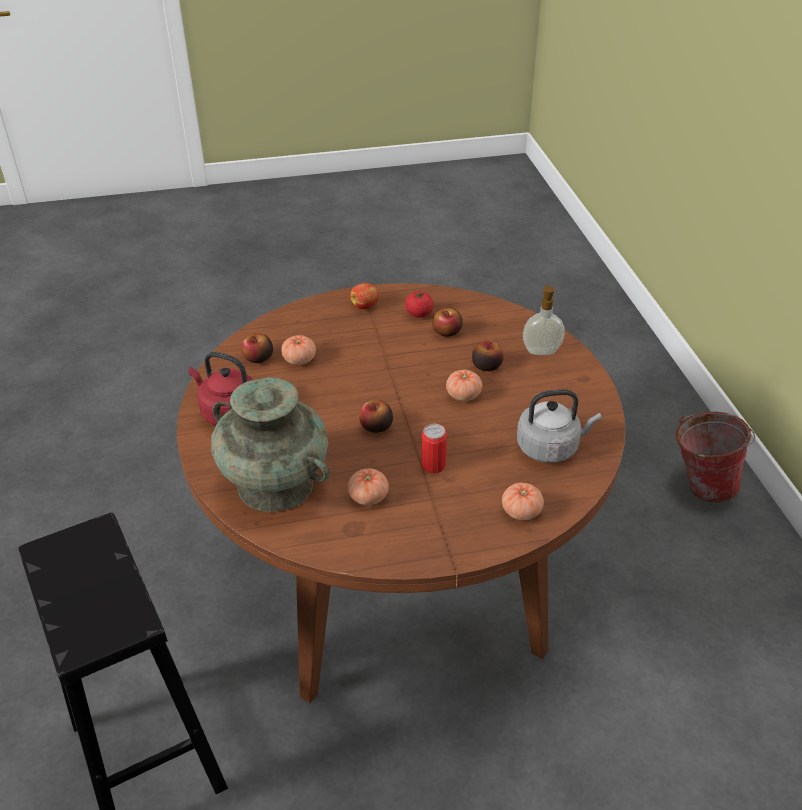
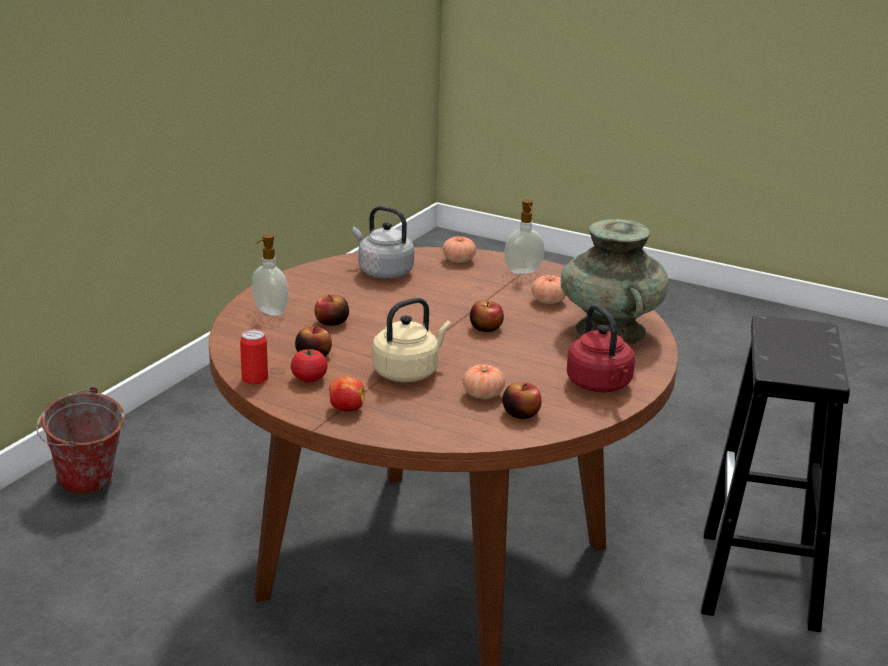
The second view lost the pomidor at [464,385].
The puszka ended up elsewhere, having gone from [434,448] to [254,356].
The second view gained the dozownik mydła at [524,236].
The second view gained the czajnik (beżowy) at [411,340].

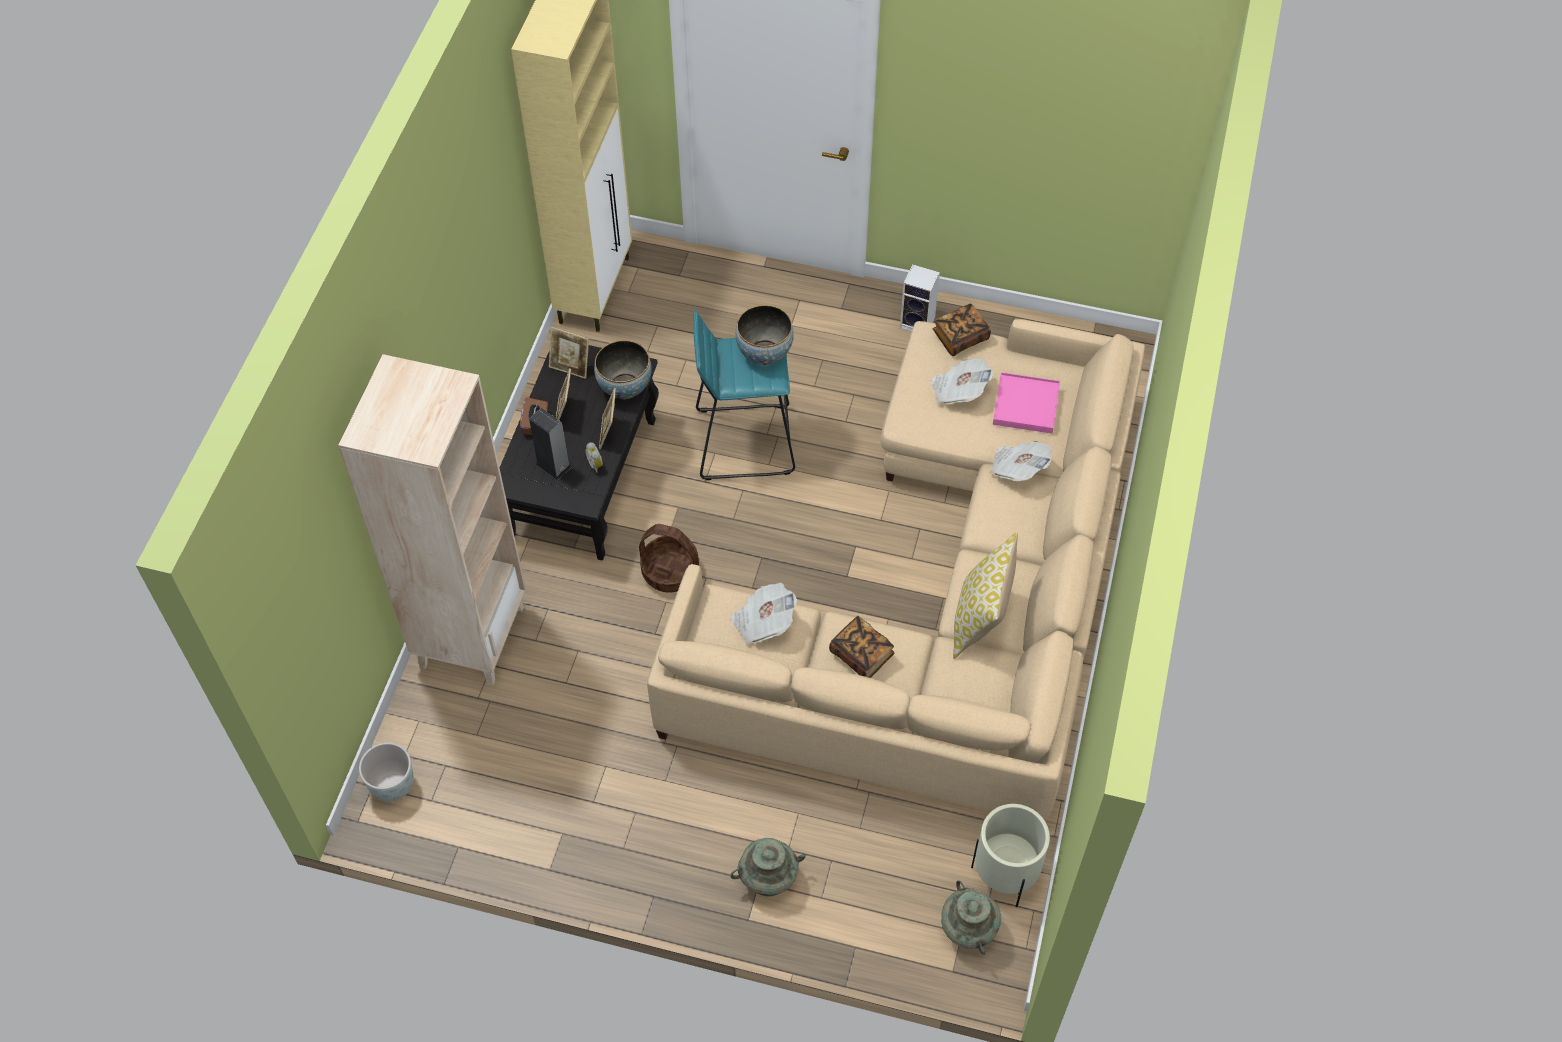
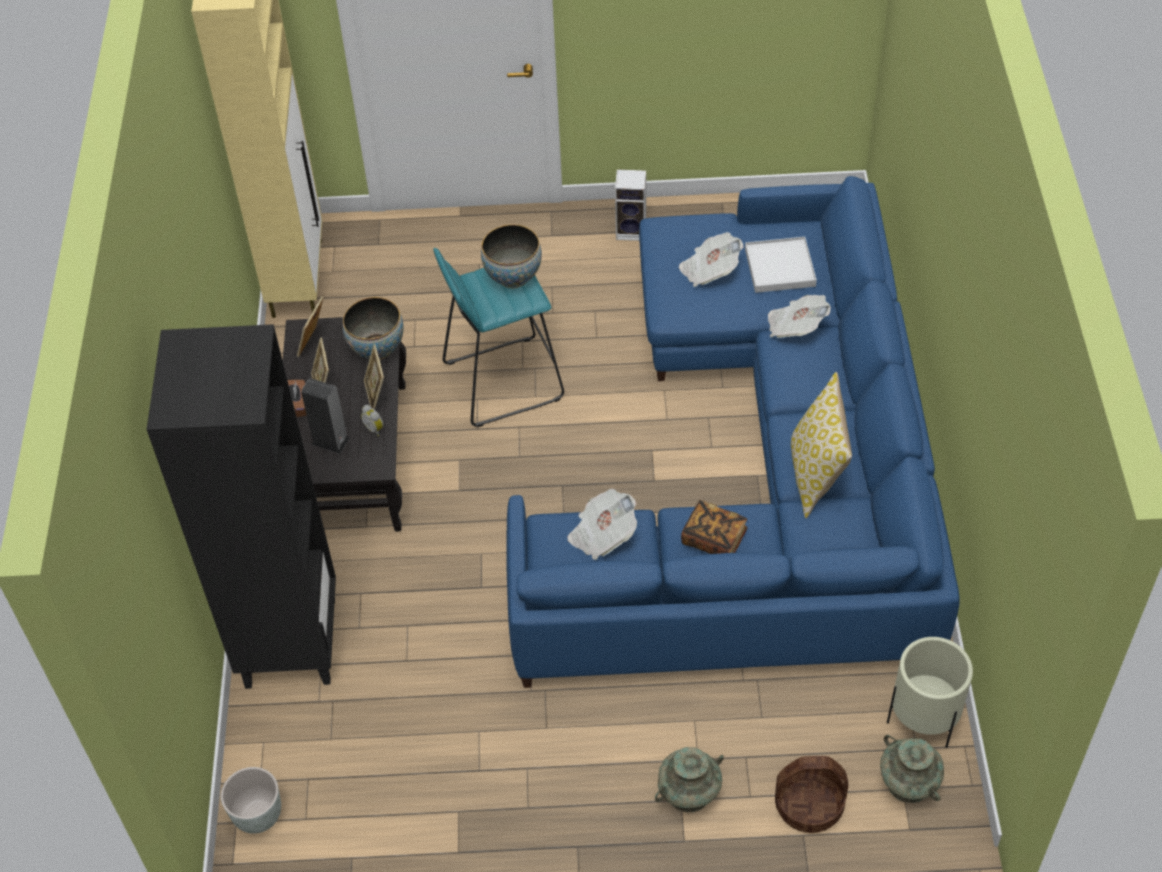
The second view lost the książka at [962,330].
What was the kanapa (beżowy) at [896,570] turned into the kanapa (niebieski) at [733,432].
The ramka na zdjęcie at [569,353] ended up facing another way, 105 degrees clockwise from before.
What was the regał (beżowy) at [432,519] turned into the regał (czarny) at [241,506].
What was the taca (różowy) at [1026,403] turned into the taca (biały) at [781,265].
The koszyk ended up elsewhere, having gone from [669,558] to [811,794].

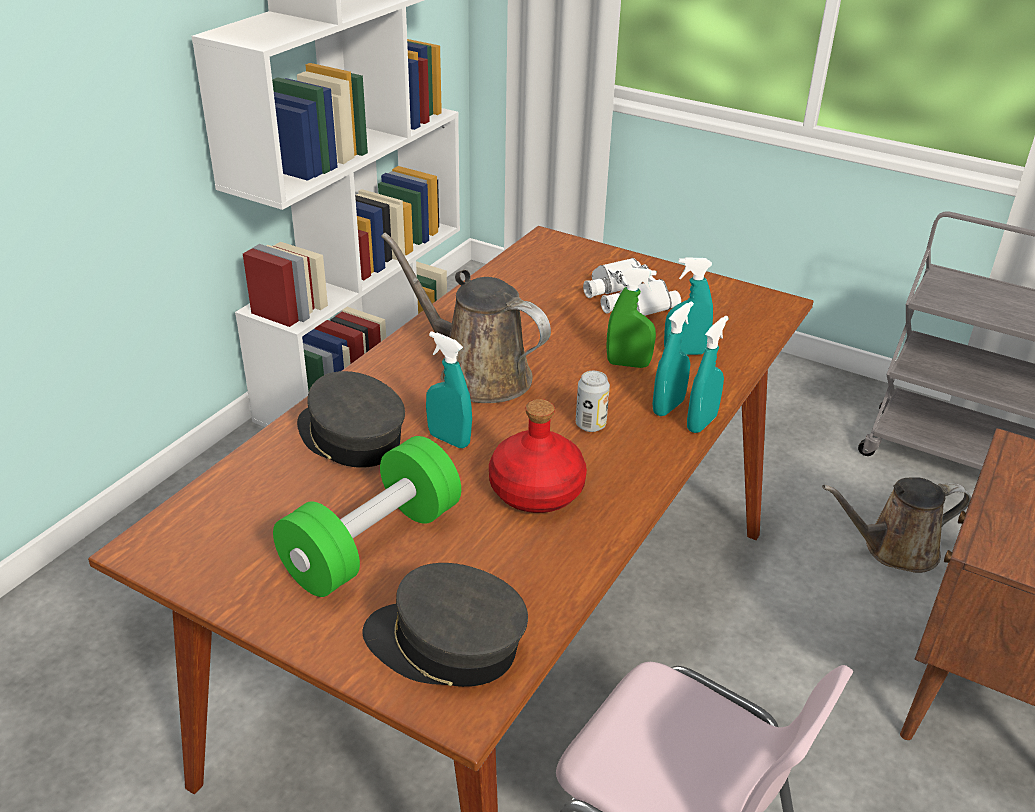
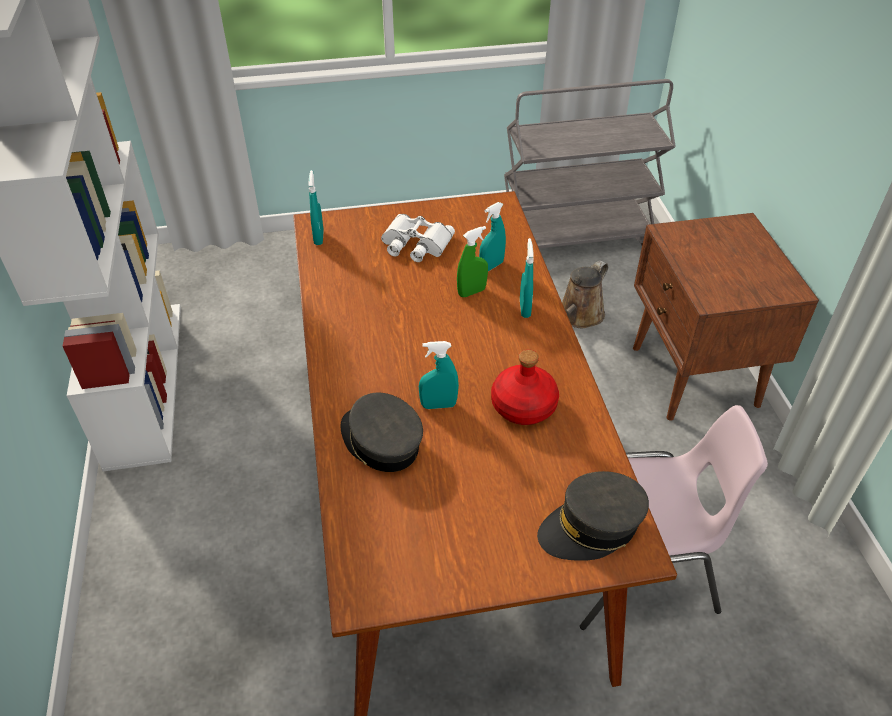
The second view lost the konewka (brązowy) at [466,318].
The spryskiwacz (turkusowy) ended up elsewhere, having gone from [708,374] to [316,207].
The czapka z daszkiem (szary) at [351,419] ended up facing another way, 45 degrees clockwise from before.
The second view lost the puszka at [593,401].
The second view lost the hantel (zielony) at [367,516].

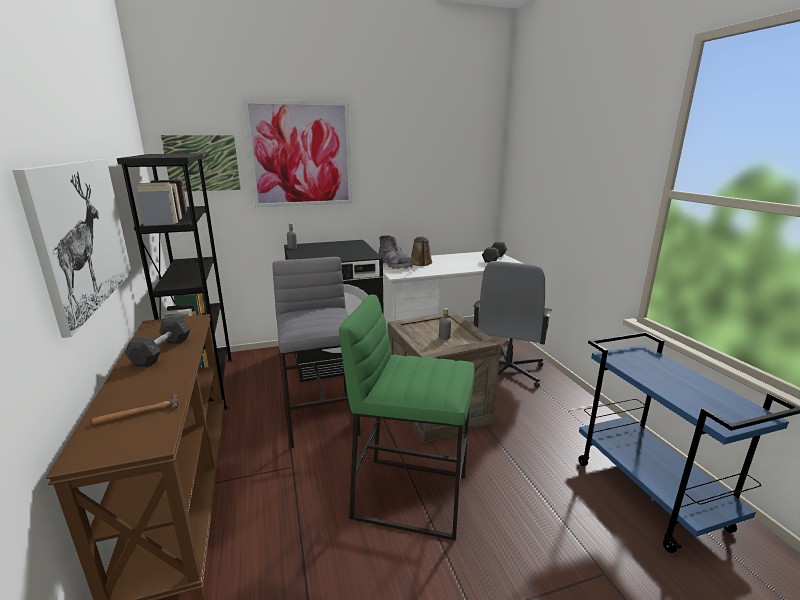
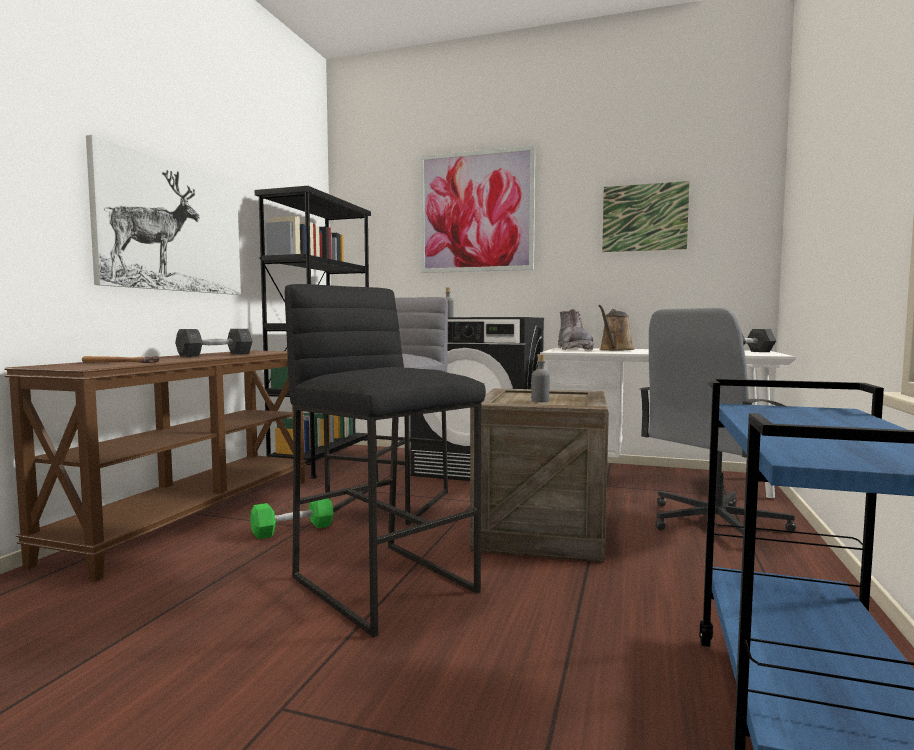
The obraz ended up elsewhere, having gone from [201,163] to [645,216].
What was the stołek (zielony) at [407,418] turned into the stołek (czarny) at [385,461].
The second view gained the hantel (zielony) at [292,518].

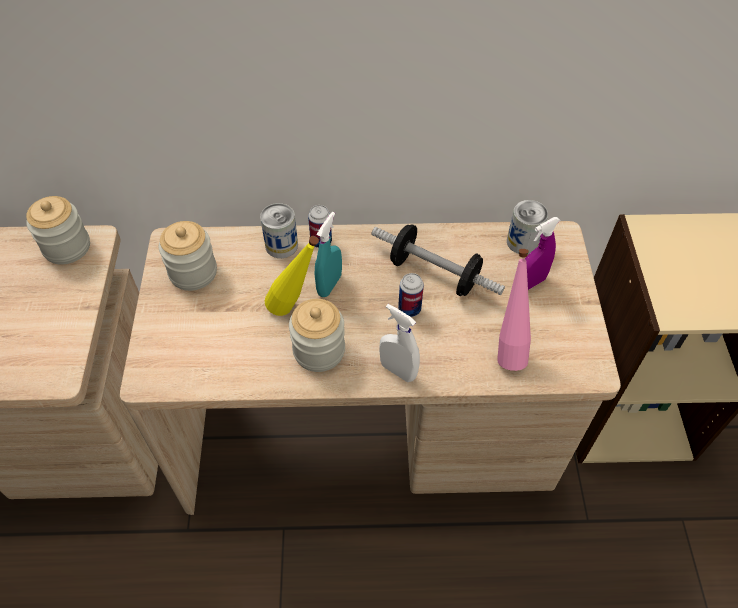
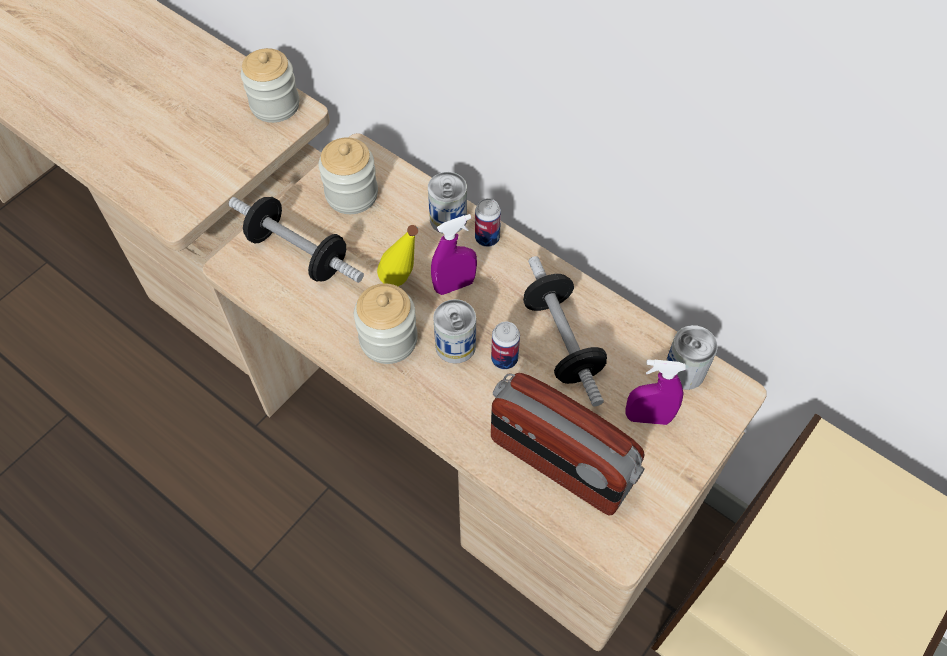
What was the spryskiwacz (turkusowy) at [328,254] turned into the spryskiwacz (fioletowy) at [454,254].
Where the butelka (różowy) stood at [514,310], the radio came to stand at [568,444].
The second view lost the spryskiwacz (biały) at [399,343].
The second view gained the hantel at [296,240].
The second view gained the puszka at [454,331].

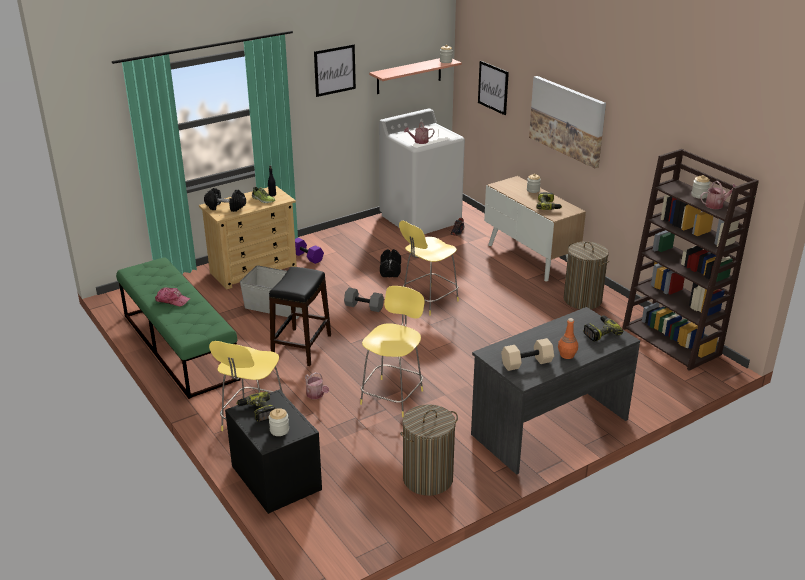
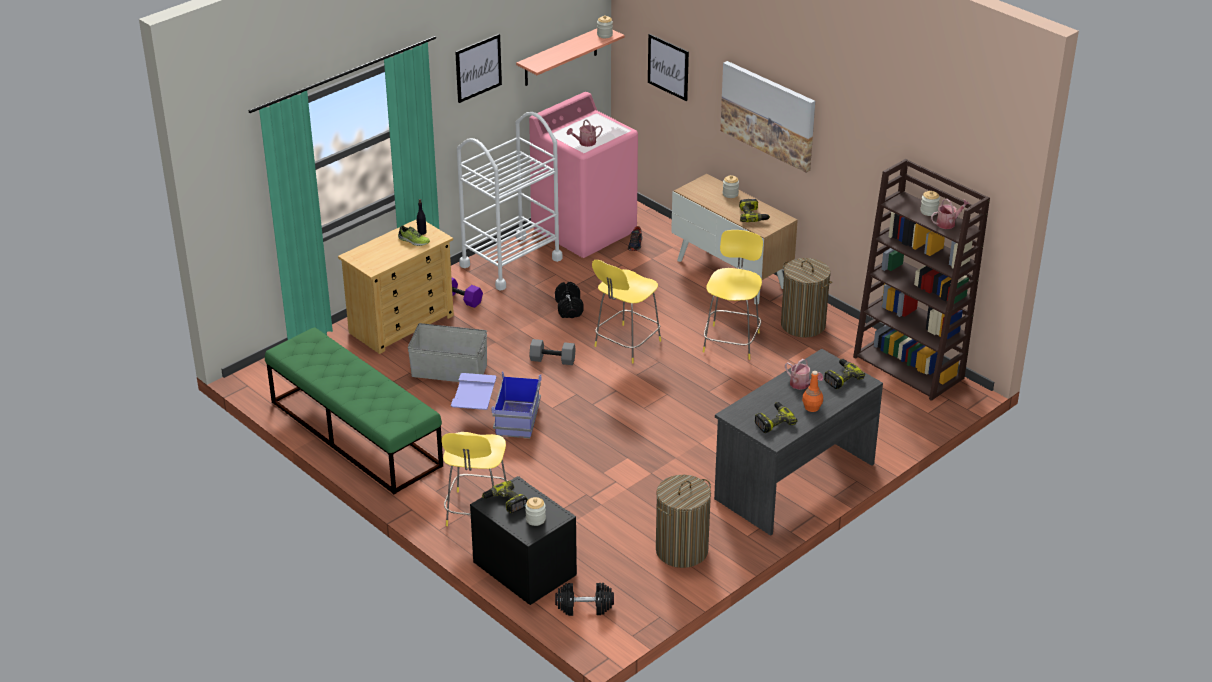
What was the pralka (biały) at [422,171] turned into the pralka (różowy) at [583,175].
The hantel (czarny) ended up elsewhere, having gone from [225,200] to [584,599].
Where the stołek (czarny) stood at [300,316], the pojemnik do przechowywania (niebieski) came to stand at [496,405].
The stołek (żółty) ended up elsewhere, having gone from [392,351] to [733,295].
The second view lost the czapka z daszkiem at [173,297].
Where the hantel (beżowy) stood at [527,354], the wiertarka came to stand at [776,417].
The konewka ended up elsewhere, having gone from [317,385] to [804,374].
The second view gained the wózek (biały) at [510,201].

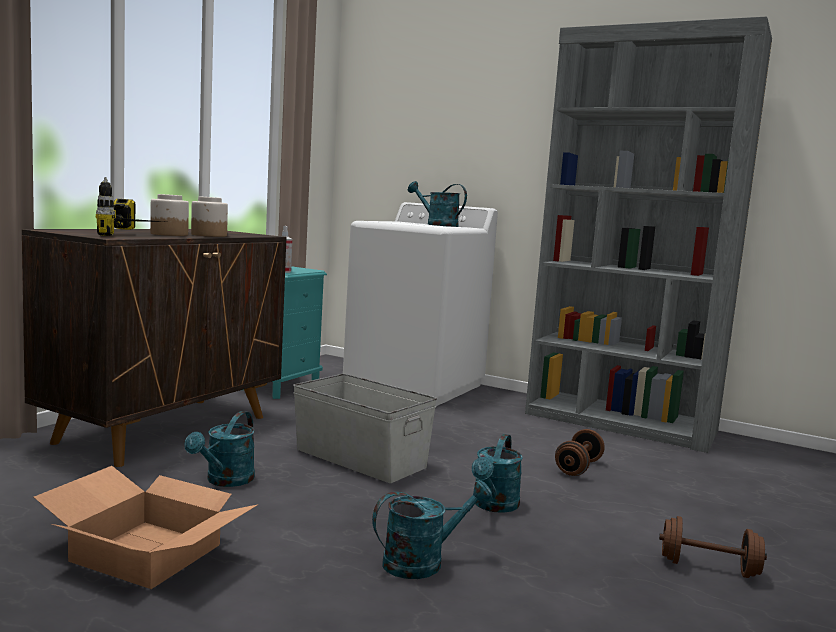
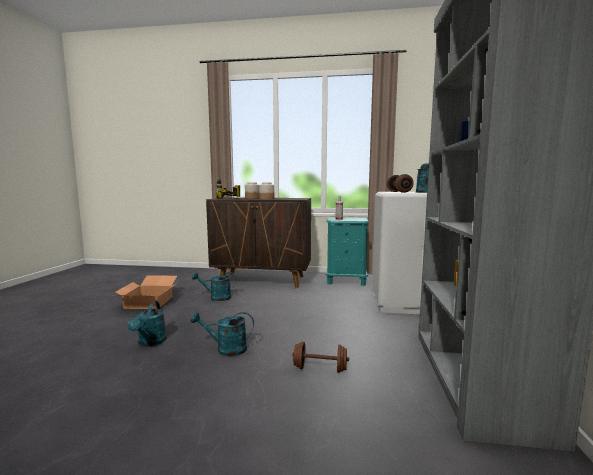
The second view lost the pojemnik do przechowywania (szary) at [365,428].
The konewka (turkusowy) at [432,529] ended up facing another way, 45 degrees clockwise from before.
The hantel (brązowy) ended up elsewhere, having gone from [713,547] to [400,183].

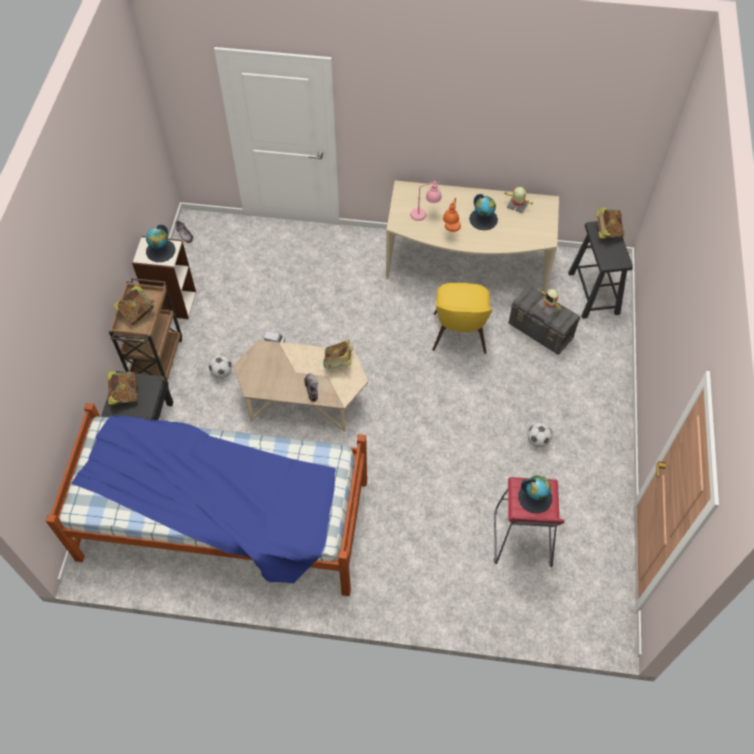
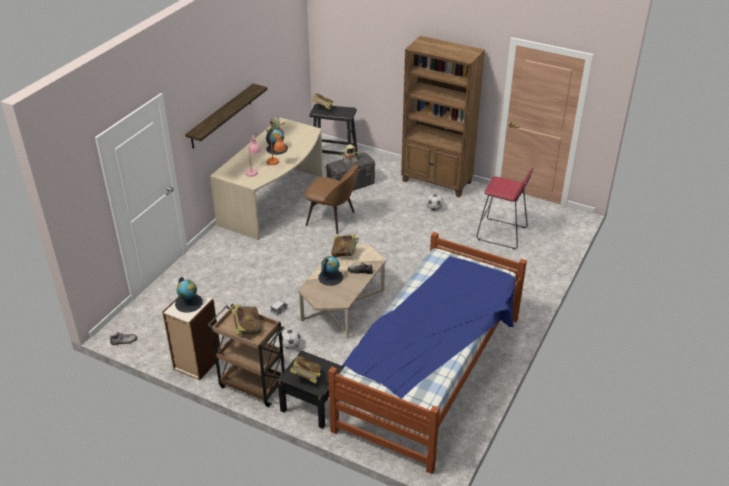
What was the krzesło (żółty) at [462,318] turned into the krzesło (brązowy) at [331,199].
The globus ended up elsewhere, having gone from [535,494] to [330,271].
The second view gained the regał (brązowy) at [443,116].
The second view gained the półka at [226,116].

